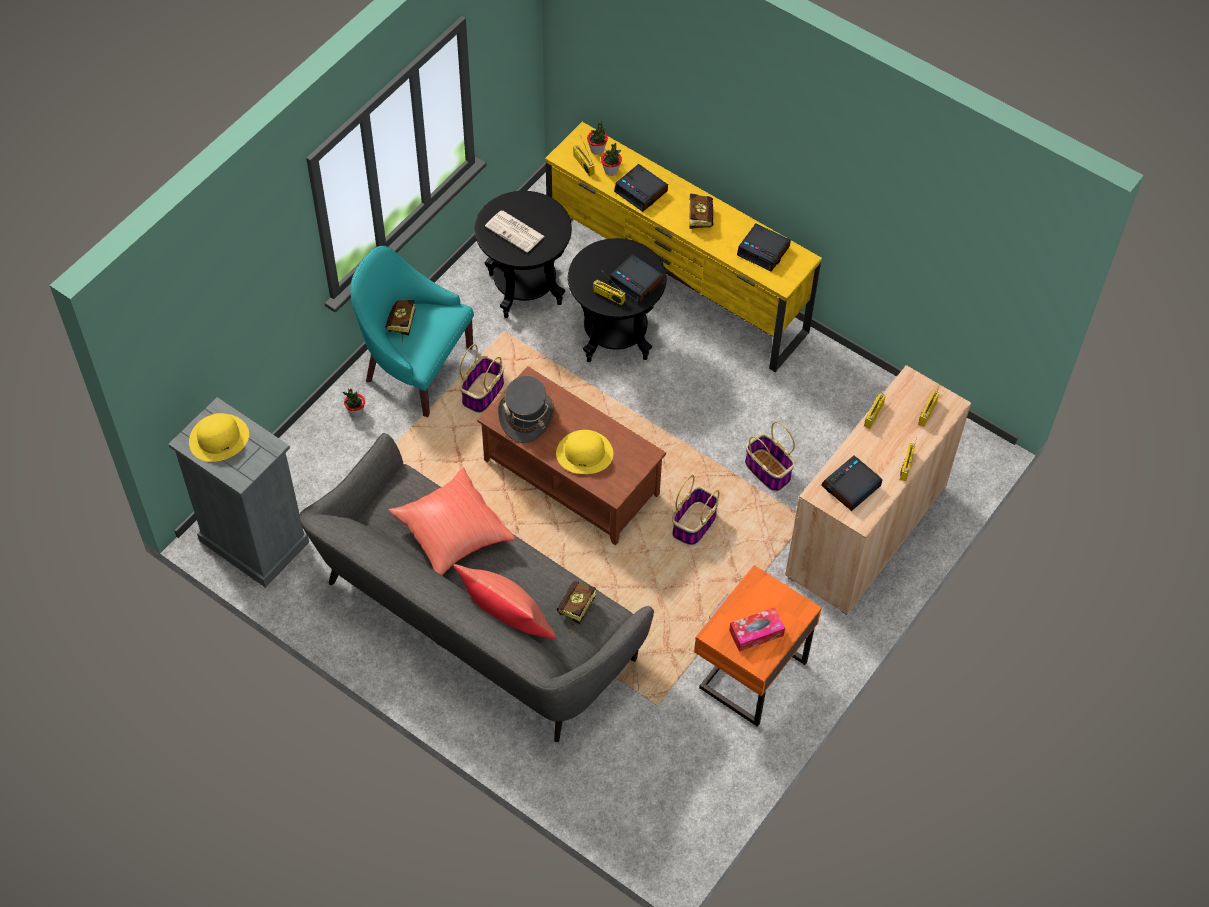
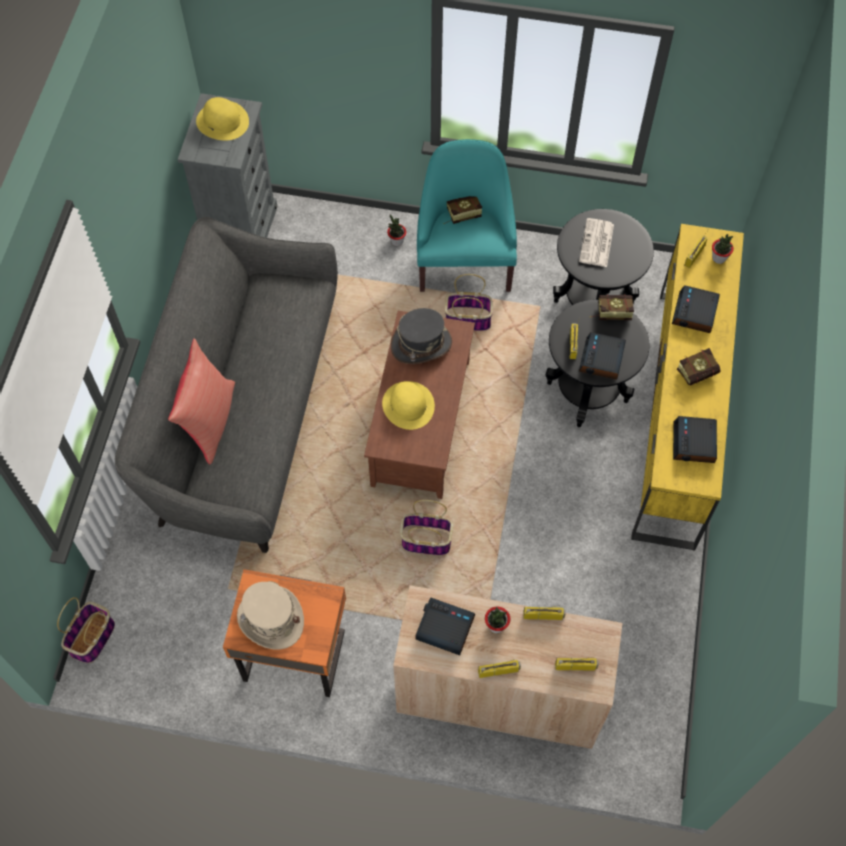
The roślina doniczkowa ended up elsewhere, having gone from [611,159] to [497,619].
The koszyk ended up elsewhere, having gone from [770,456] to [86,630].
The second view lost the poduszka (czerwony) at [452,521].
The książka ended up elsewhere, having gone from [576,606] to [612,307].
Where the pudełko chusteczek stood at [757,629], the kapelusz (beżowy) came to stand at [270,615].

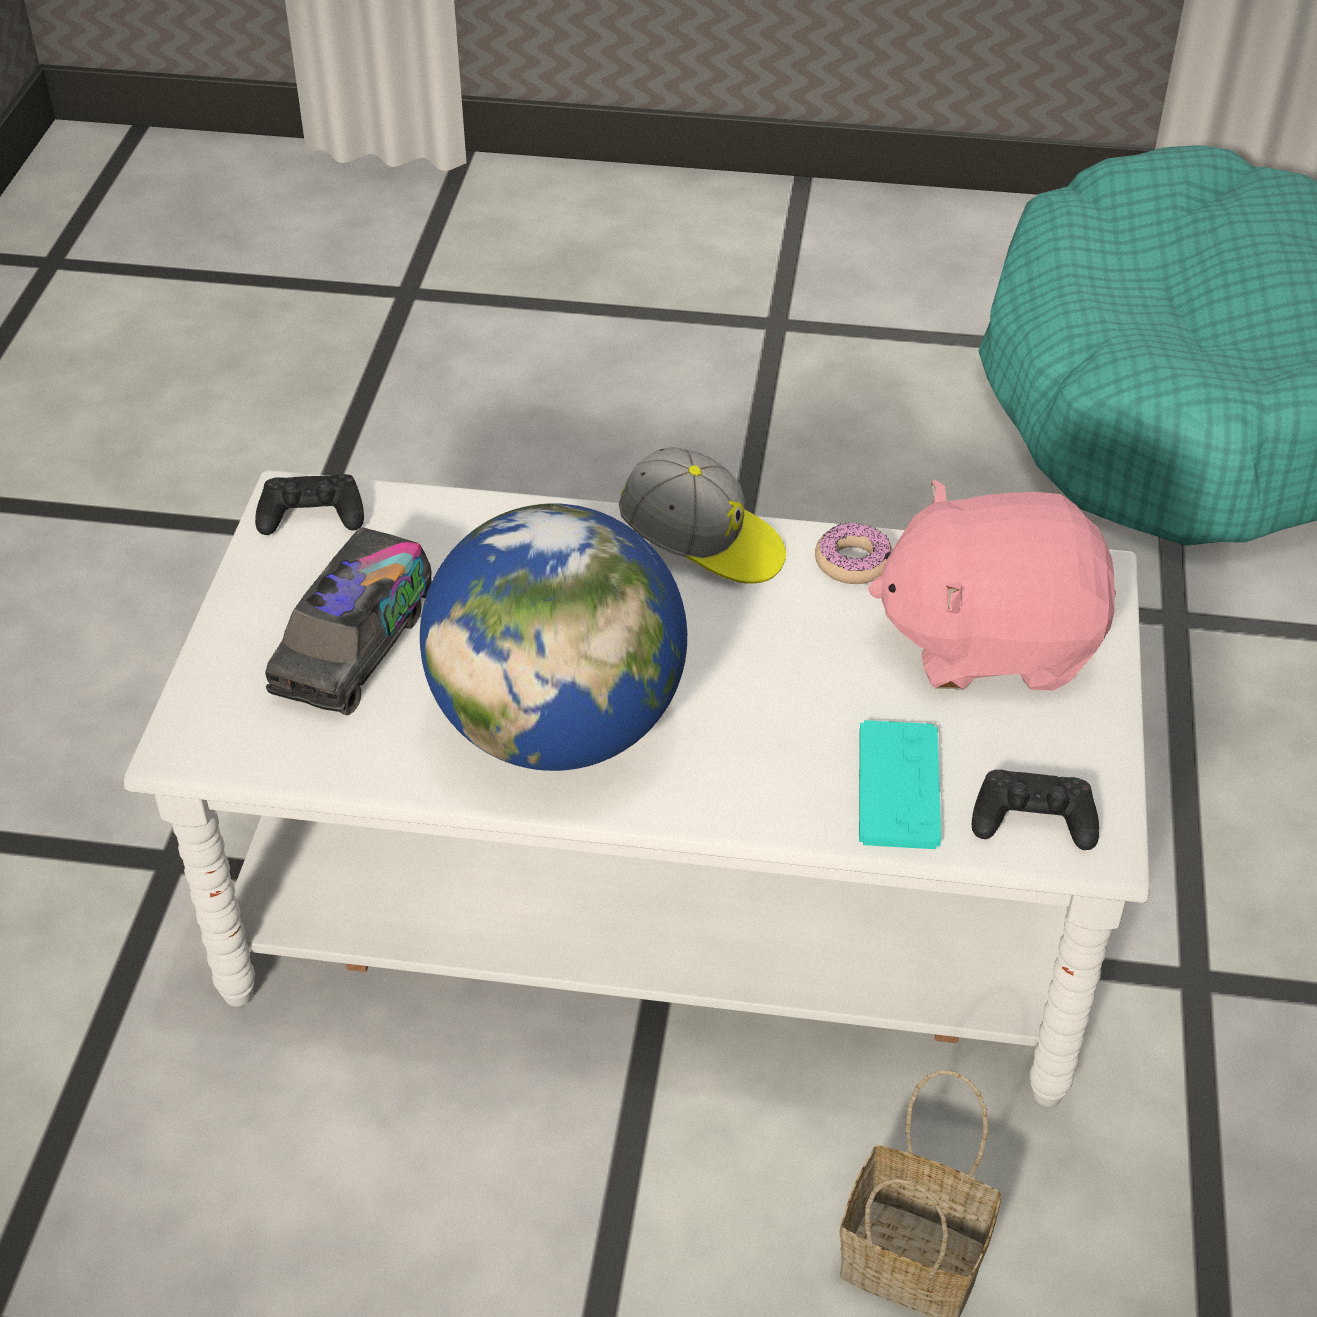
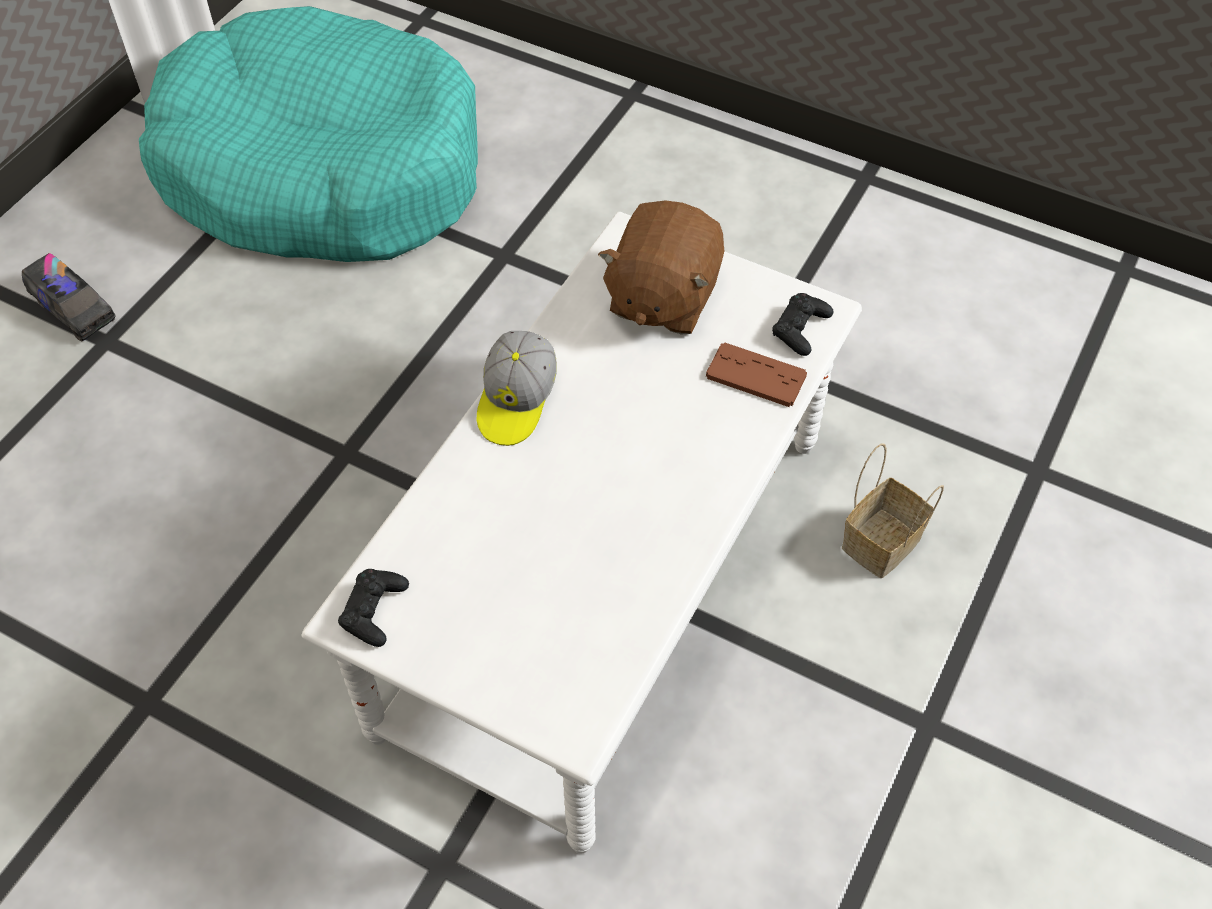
The czapka z daszkiem at [702,515] ended up facing another way, 150 degrees clockwise from before.
What was the pluszak (różowy) at [992,584] turned into the pluszak (brązowy) at [661,267].
The second view lost the globus at [553,637].
The second view lost the donut at [854,553].
The ciężarówka zabawkowa ended up elsewhere, having gone from [348,621] to [69,297].
What was the pad do gier (turkusowy) at [900,784] turned into the pad do gier (brązowy) at [756,374].

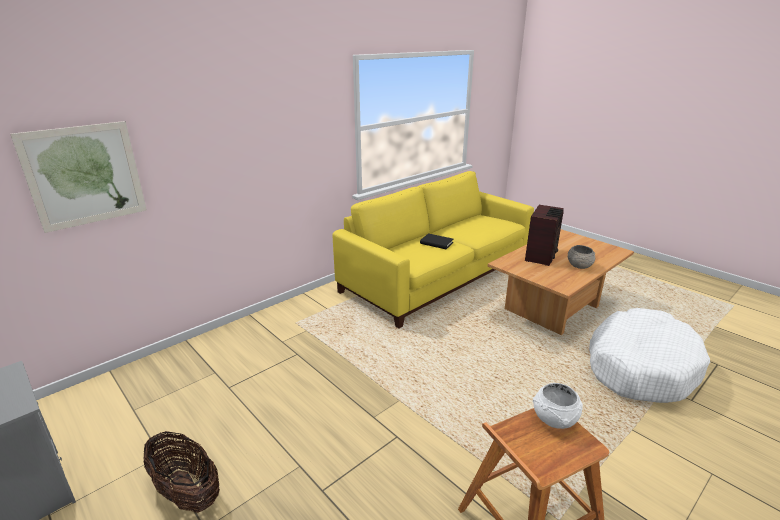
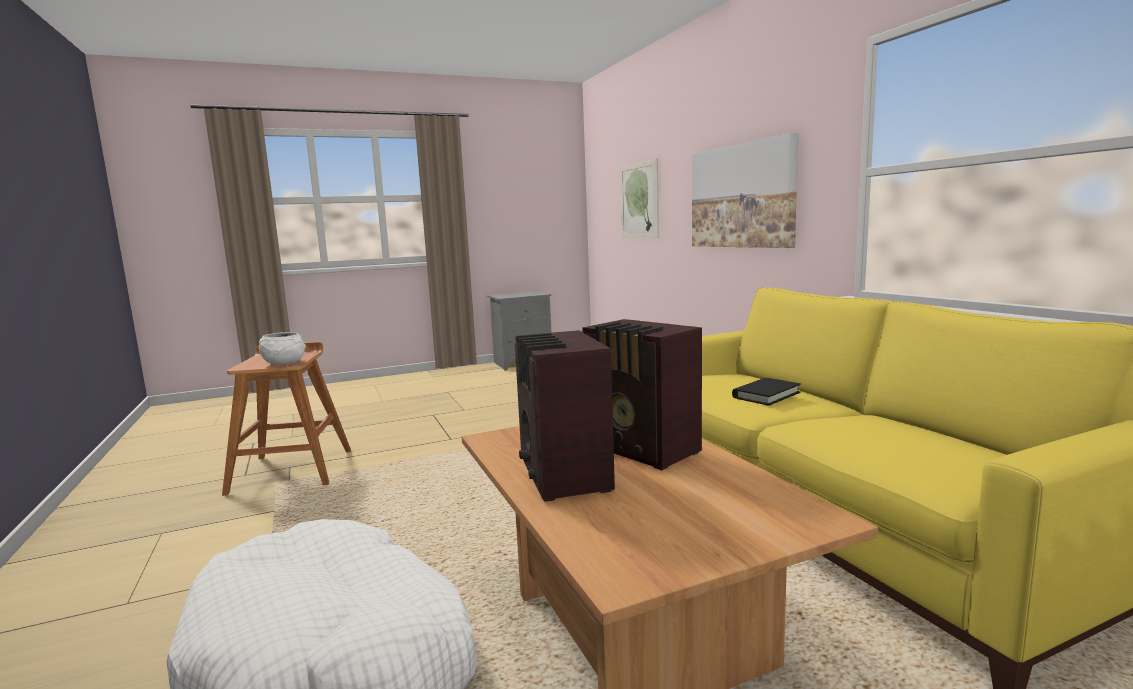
Where the miska (szary) stood at [581,257], the radio came to stand at [565,416].
The second view lost the koszyk at [181,472].
The second view gained the obraz at [745,190].

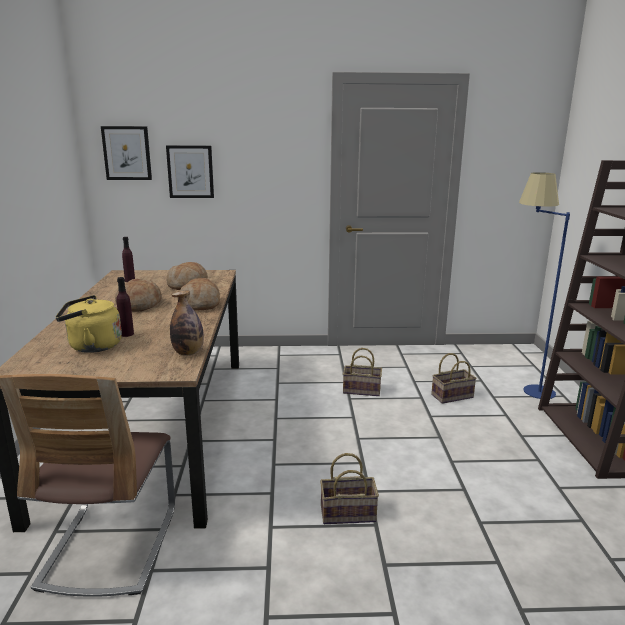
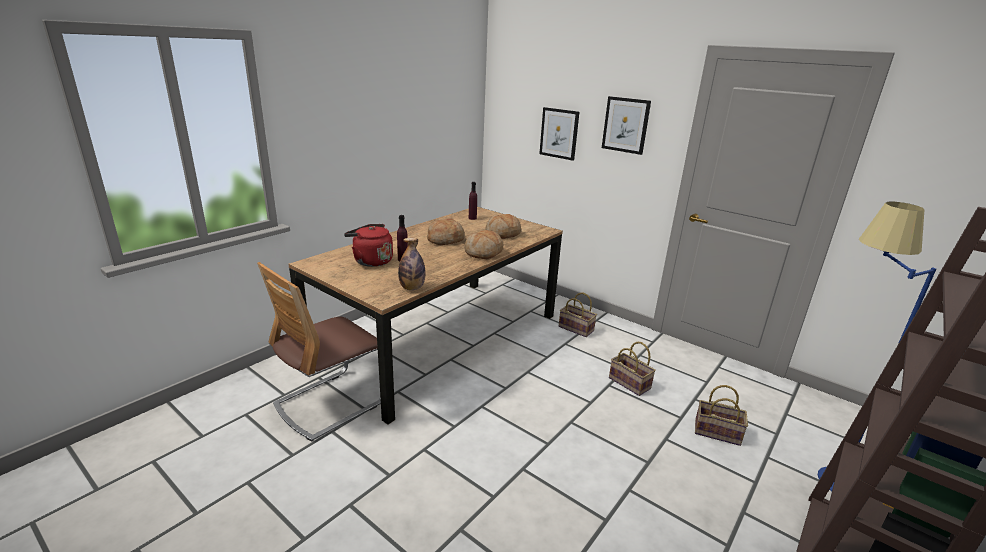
The obraz ended up elsewhere, having gone from [126,153] to [626,125].
What was the czajnik (żółty) at [89,324] turned into the czajnik (czerwony) at [368,245].
The koszyk ended up elsewhere, having gone from [349,488] to [578,315].

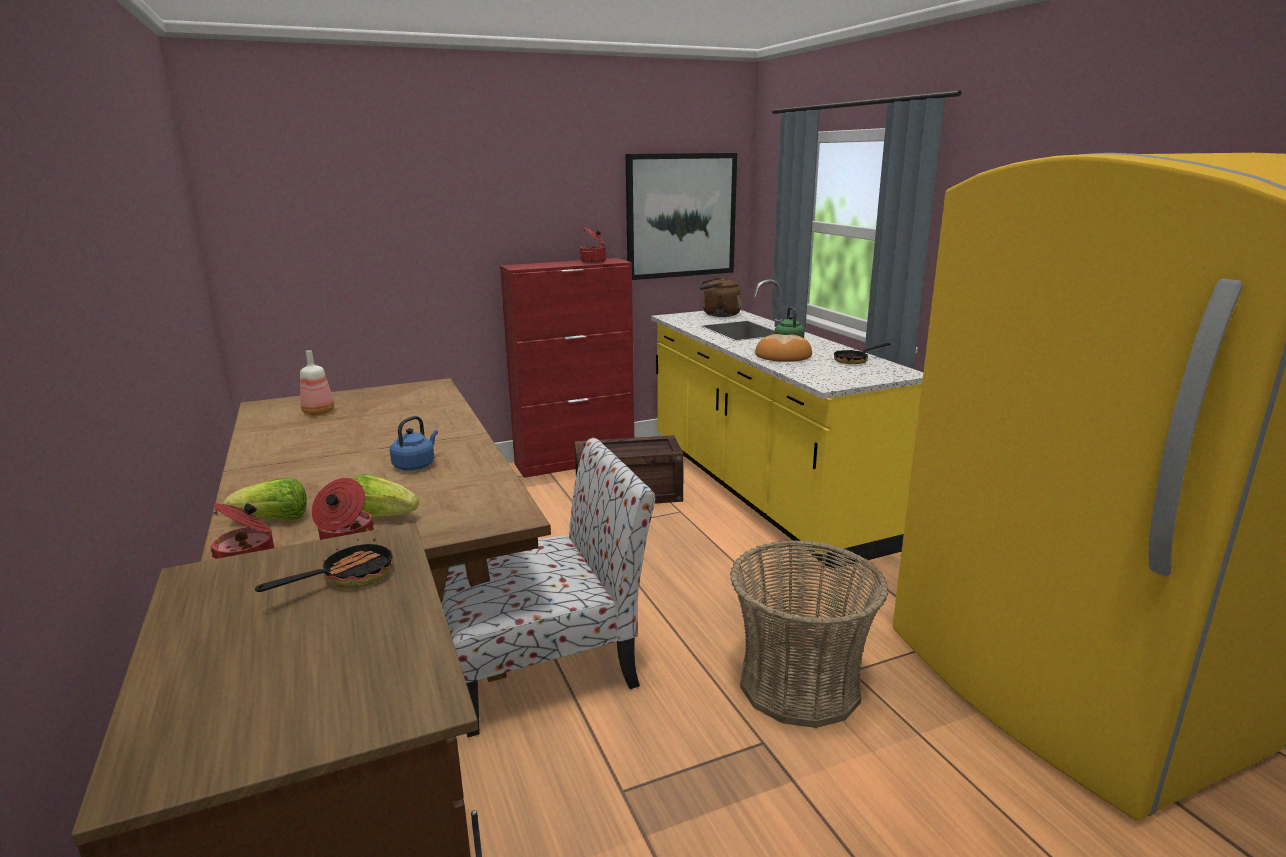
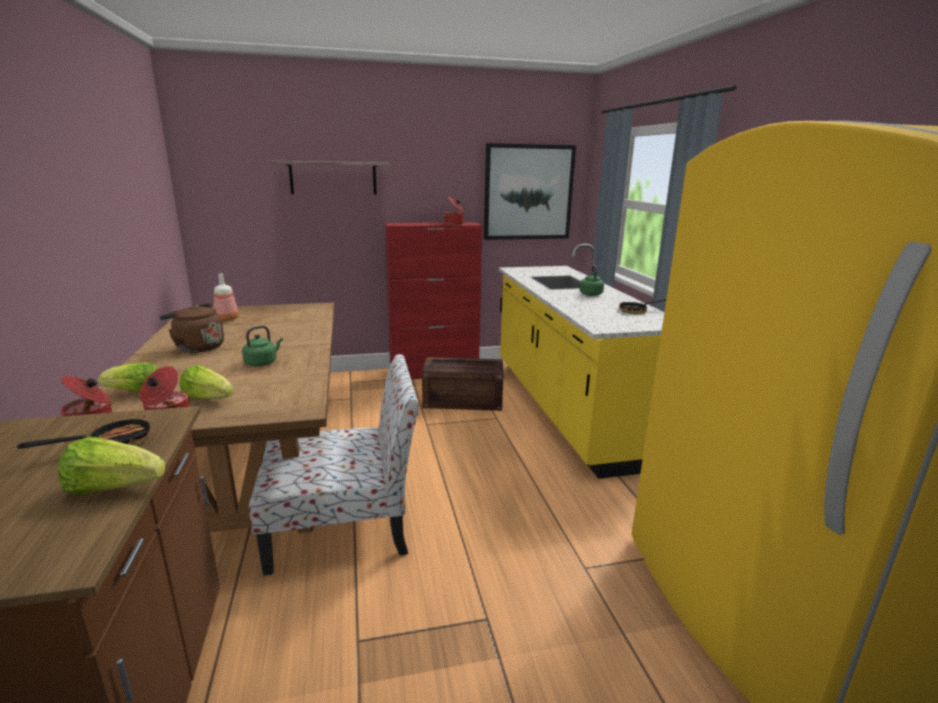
The czajnik (brązowy) ended up elsewhere, having gone from [721,297] to [191,328].
The second view lost the chleb at [783,348].
What was the czajnik (niebieski) at [414,443] turned into the czajnik (zielony) at [262,345].
The second view lost the koszyk at [809,634].
The second view gained the półka at [330,177].
The second view gained the sałata at [112,465].

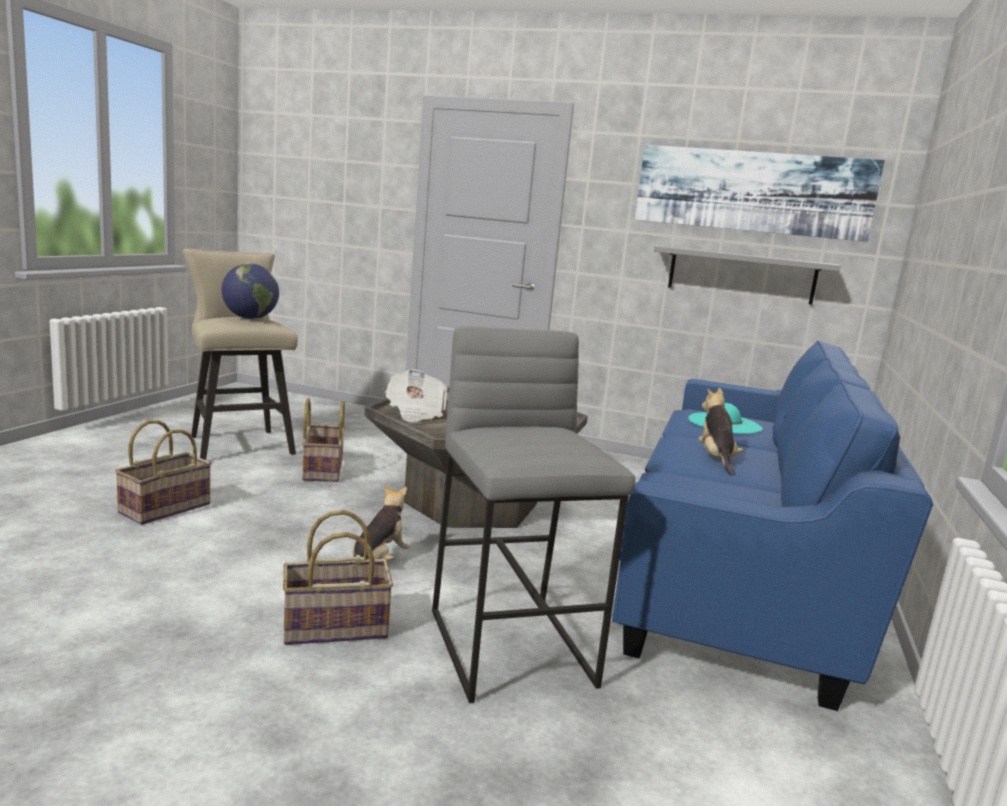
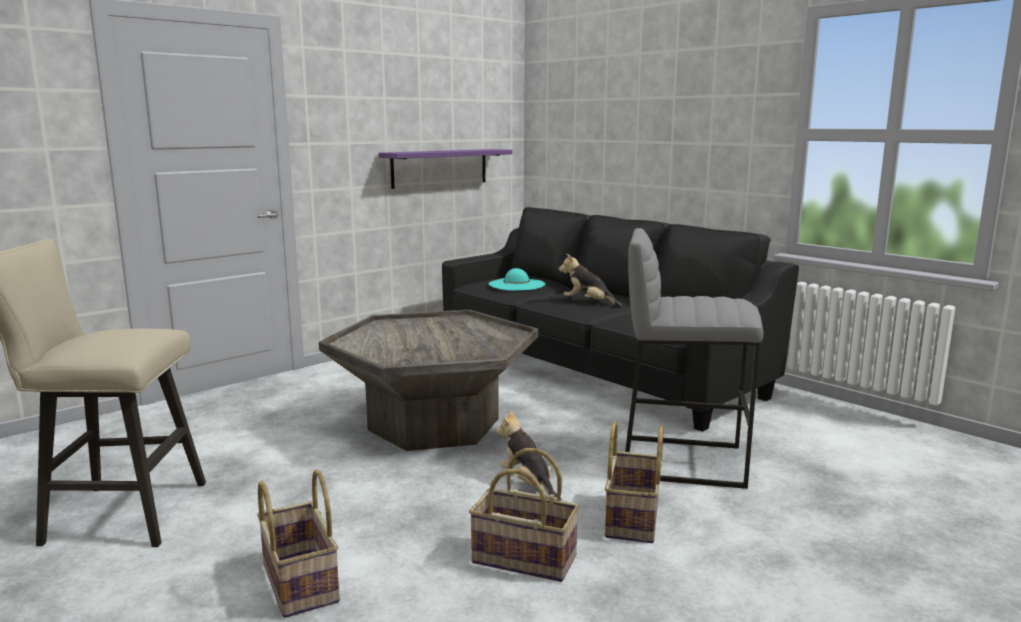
The second view lost the obraz at [760,193].
What was the półka (szary) at [747,275] turned into the półka (fioletowy) at [445,169].
The second view lost the globus at [250,291].
What was the kanapa (niebieski) at [772,526] turned into the kanapa (czarny) at [620,319].
The second view lost the gazeta at [416,395].
The koszyk ended up elsewhere, having gone from [323,440] to [524,515].

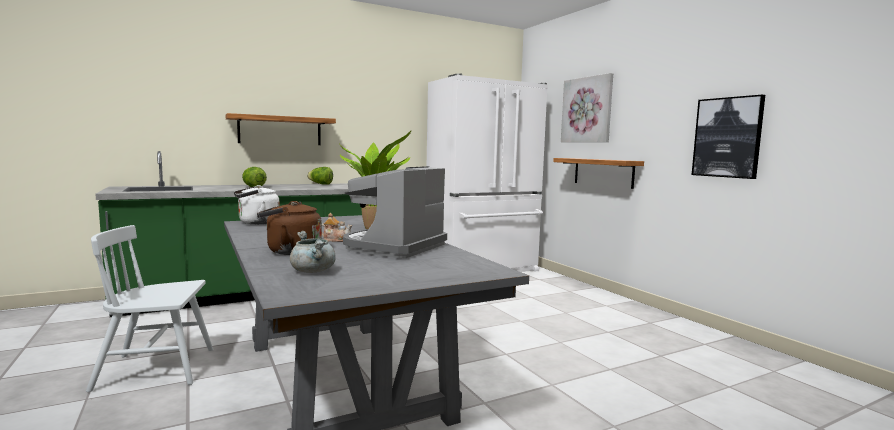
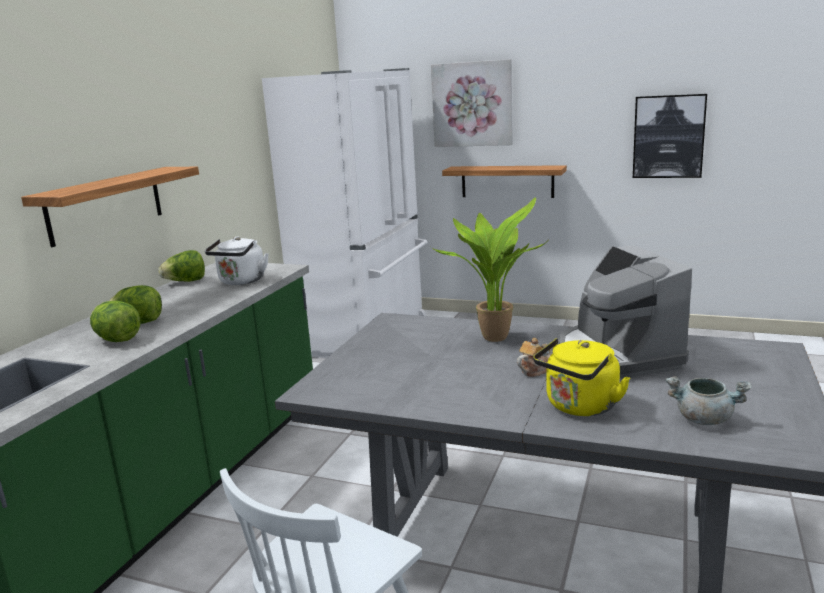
The czajnik (biały) ended up elsewhere, having gone from [257,204] to [237,260].
What was the czajnik (brązowy) at [289,228] turned into the czajnik (żółty) at [581,377].
The second view gained the sałata at [115,321].

